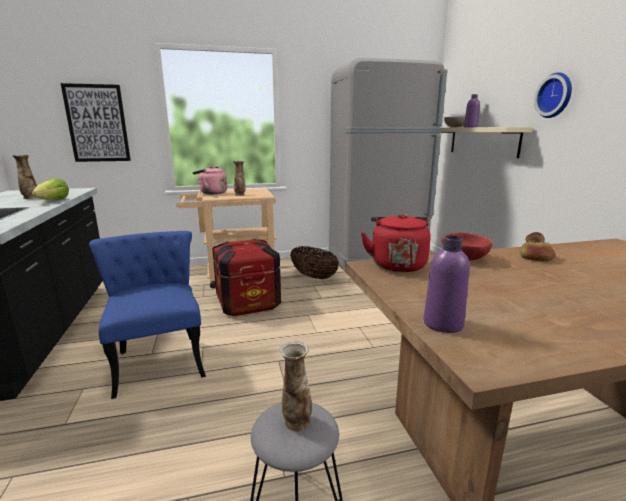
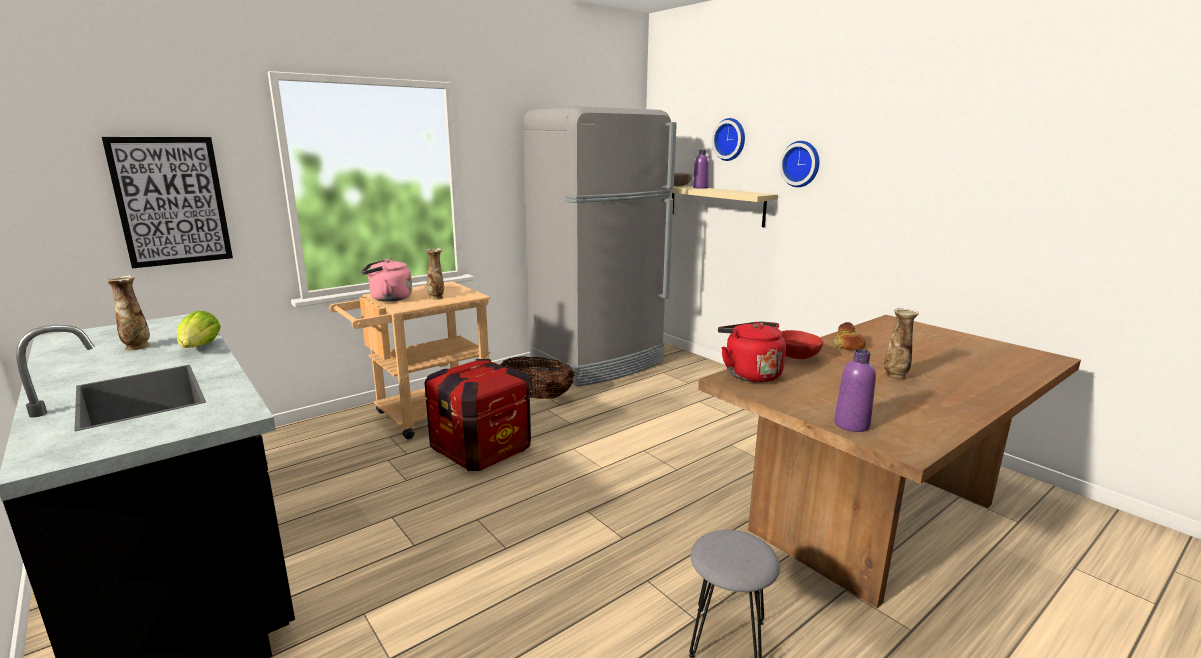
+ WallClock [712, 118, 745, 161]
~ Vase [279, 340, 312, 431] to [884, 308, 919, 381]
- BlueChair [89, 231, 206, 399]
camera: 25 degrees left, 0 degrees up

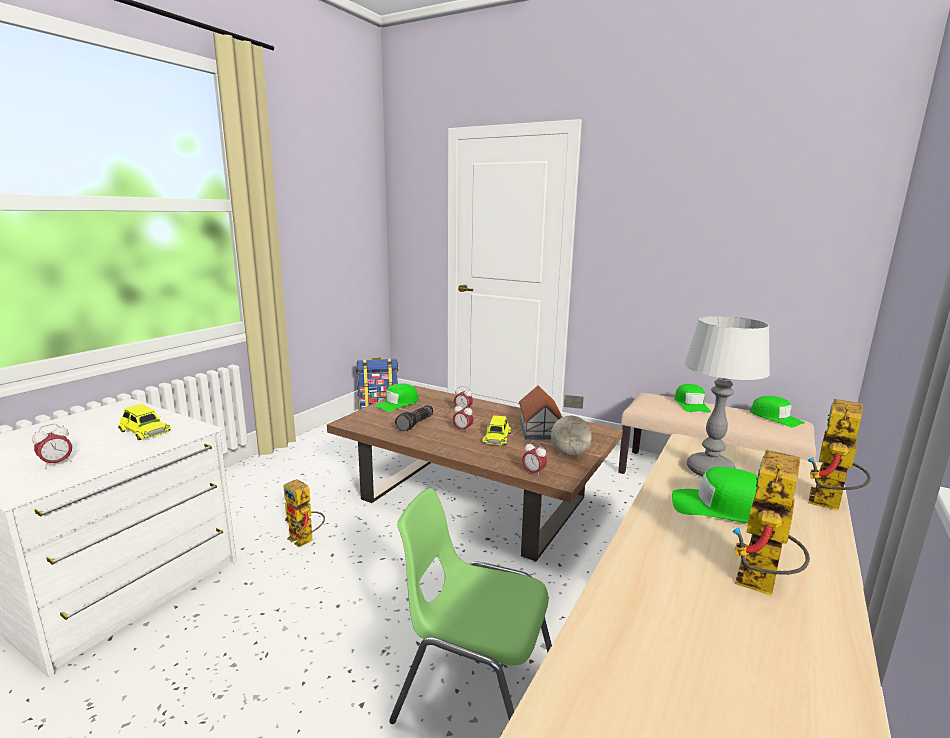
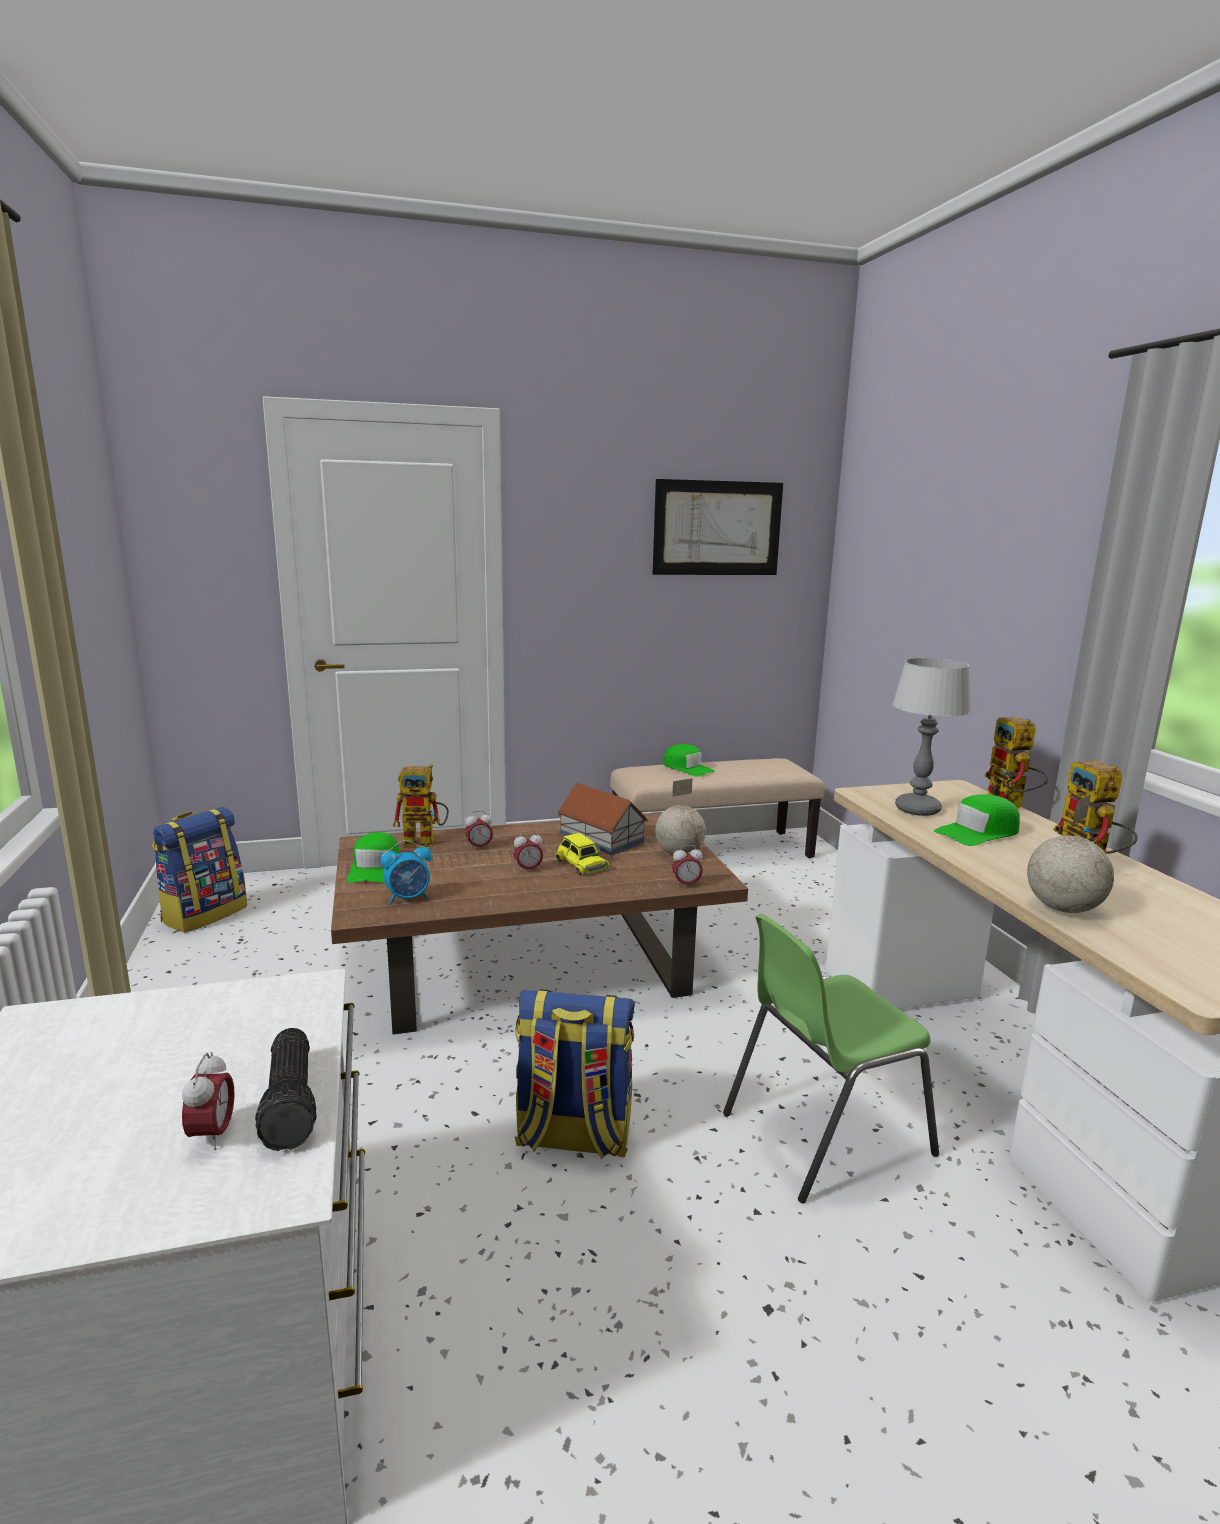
~ Flashlight [395, 405, 433, 431] to [255, 1028, 317, 1151]
+ AlarmClock [380, 840, 432, 905]
~ ToyRobot [283, 479, 325, 548] to [392, 764, 449, 847]
+ Backpack [515, 989, 635, 1159]
+ Picture [652, 479, 783, 575]
+ Globe [1027, 794, 1114, 913]
- YellowToyCar [118, 404, 171, 440]
- GreenCap [750, 396, 805, 427]
camera: 45 degrees left, 0 degrees up

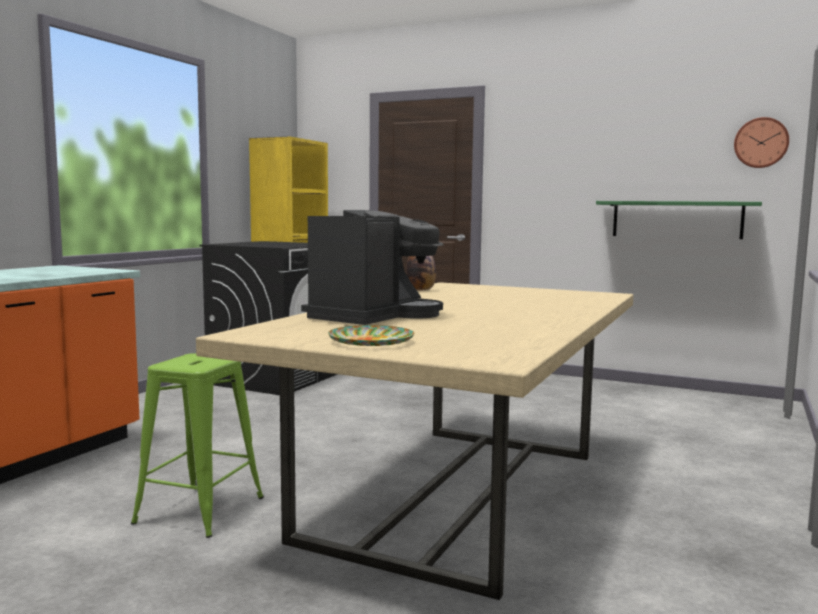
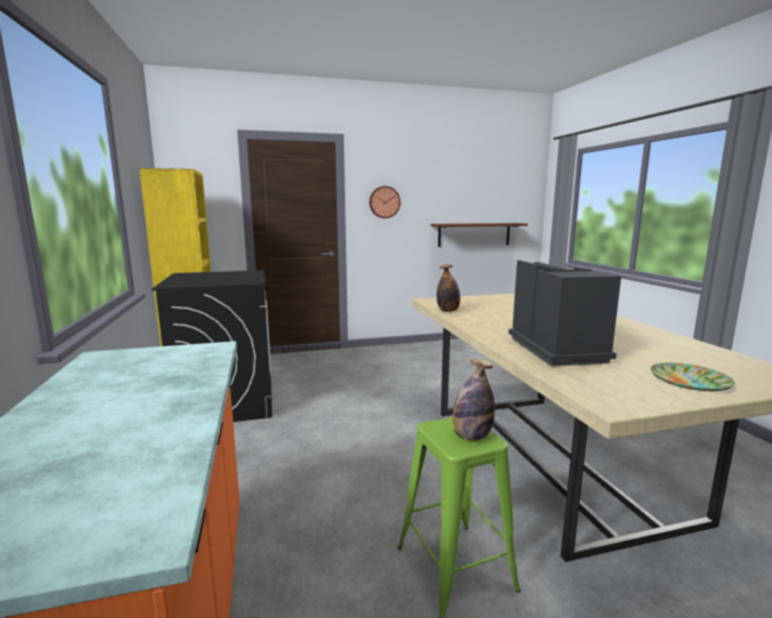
~ WallClock [734, 117, 789, 168] to [369, 186, 401, 218]
~ GreenShelf [596, 201, 762, 239] to BrownShelf [431, 223, 528, 247]
+ Bottle [453, 359, 495, 440]
camera: 40 degrees left, 5 degrees up

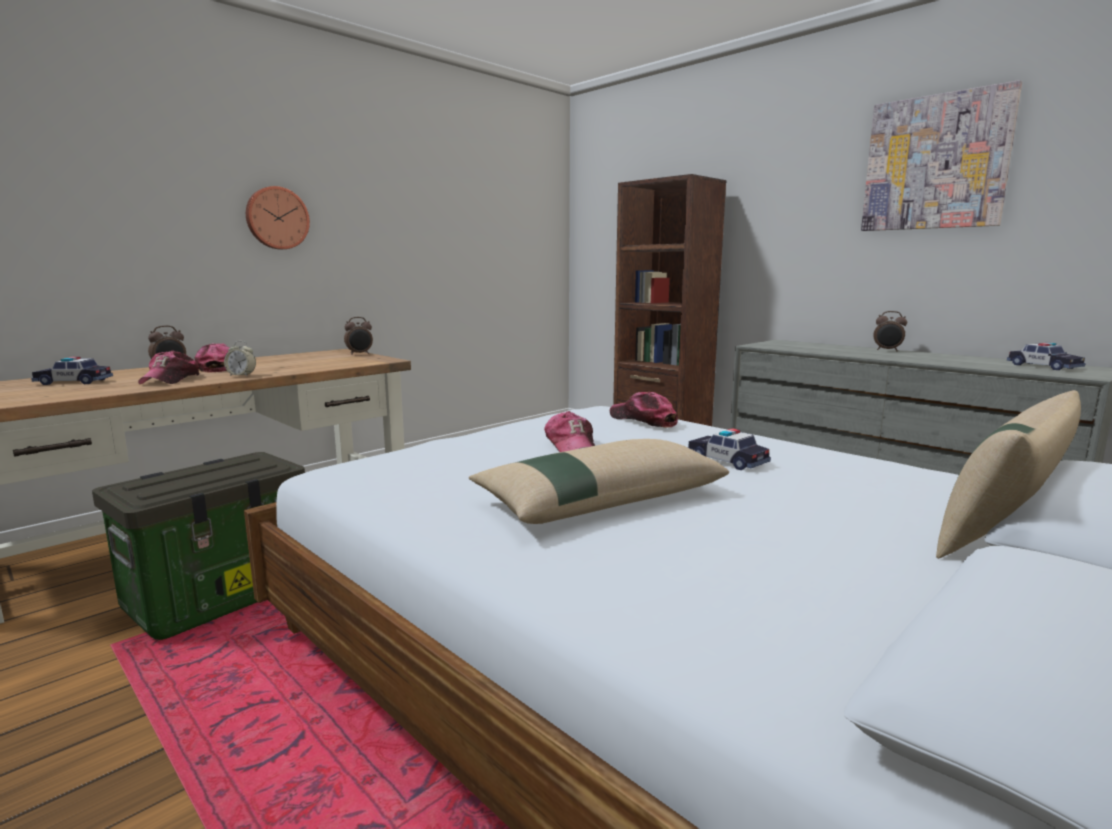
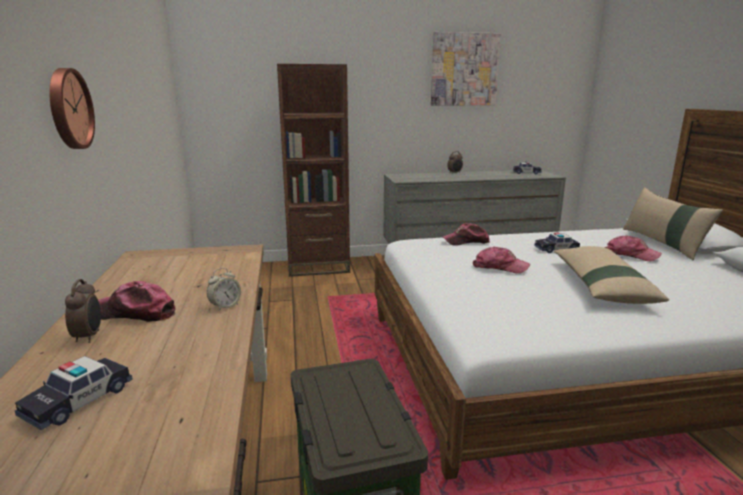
~ Cap [138, 350, 199, 384] to [604, 235, 662, 261]
- AlarmClock [344, 317, 373, 355]
camera: 55 degrees left, 5 degrees up

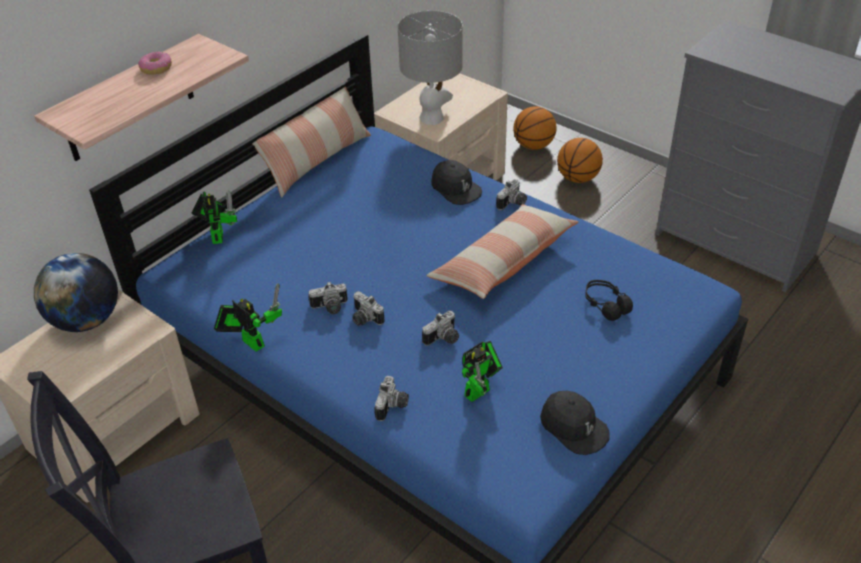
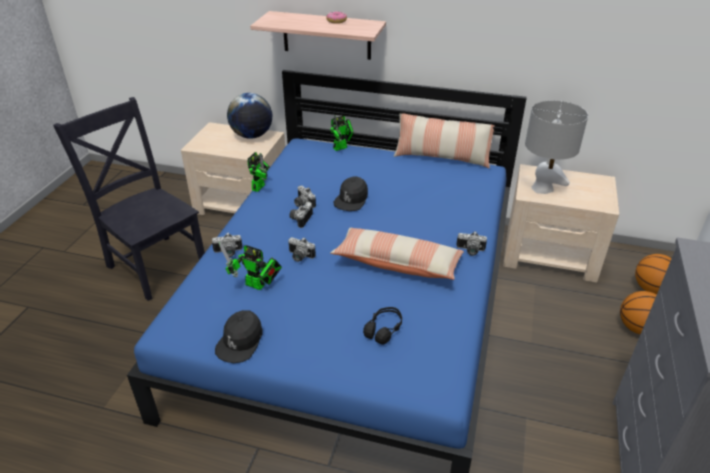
~ BlackCap [431, 160, 482, 205] to [333, 177, 368, 211]
camera: 65 degrees right, 5 degrees down

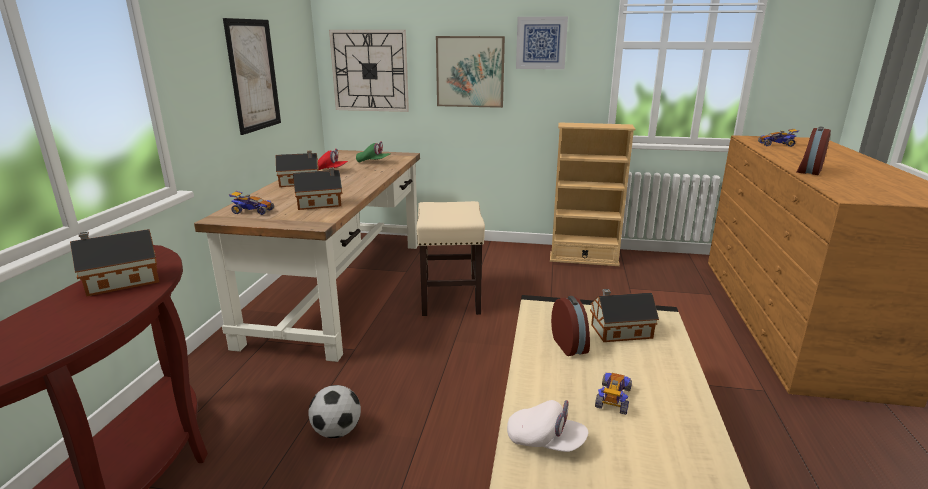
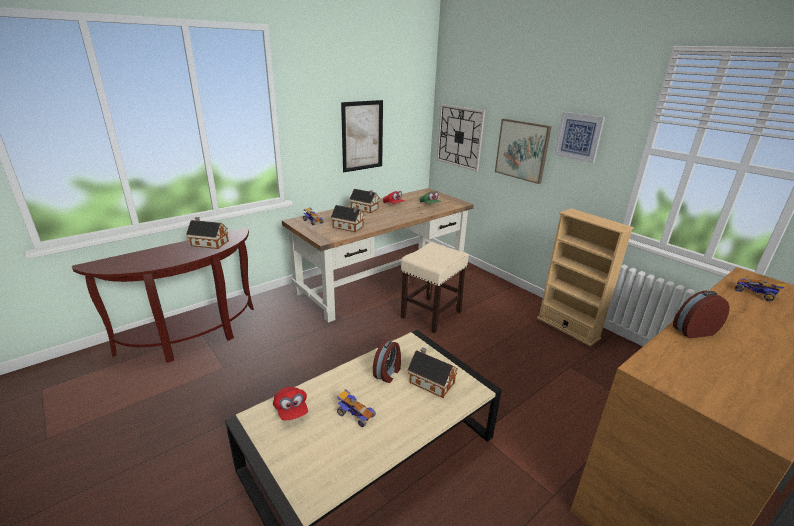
~ WhiteCap [507, 400, 588, 452] to RedCap [273, 387, 308, 420]
~ ToyCar [595, 373, 632, 415] = [337, 389, 376, 427] 60 degrees clockwise
- Football [308, 385, 361, 438]
camera: 40 degrees right, 5 degrees up

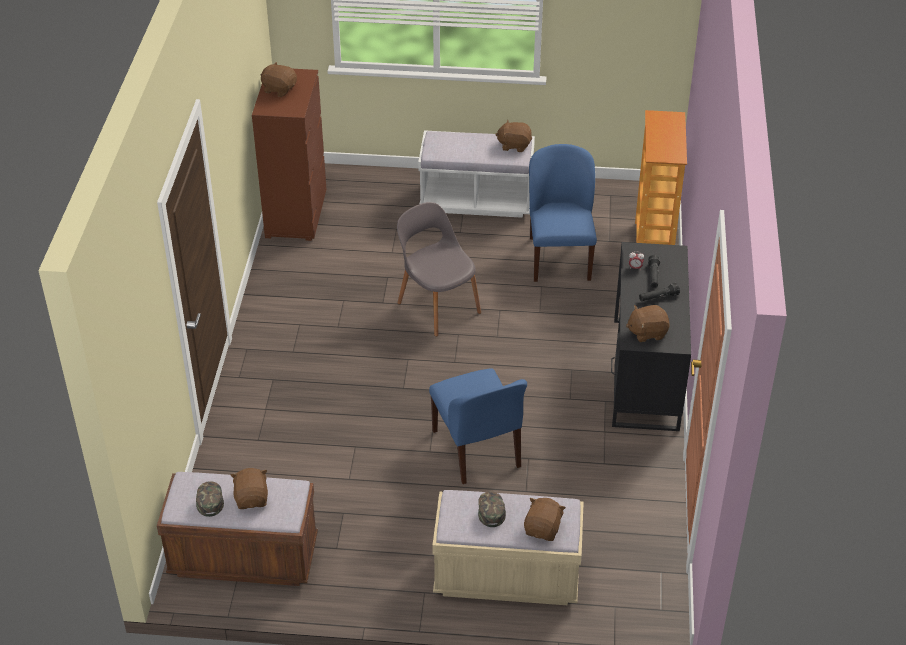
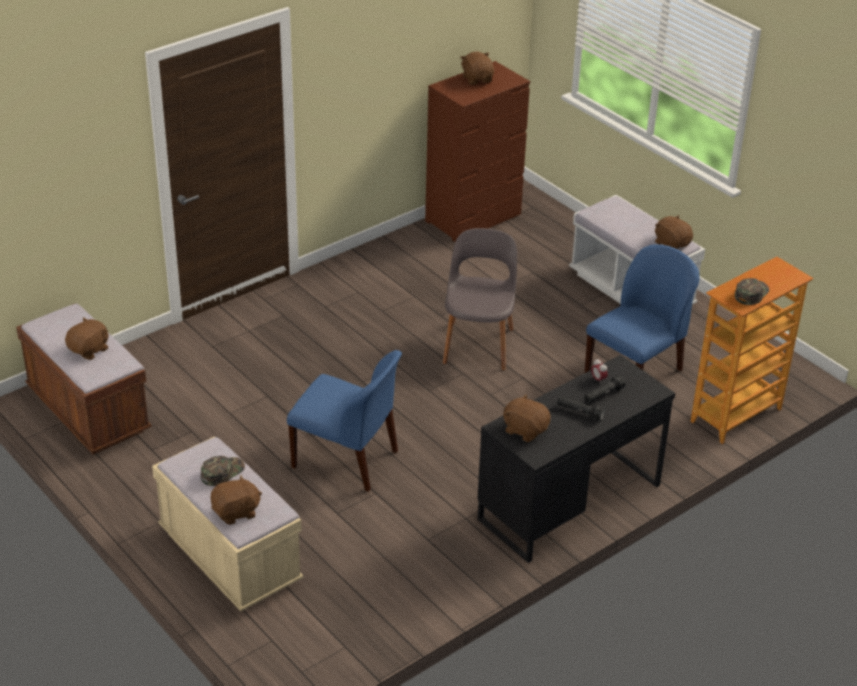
~ BlueChair [429, 368, 527, 484] = [287, 350, 402, 492] 90 degrees counterclockwise
~ GreenCap [196, 481, 224, 517] to [735, 278, 769, 305]
camera: 45 degrees right, 5 degrees down

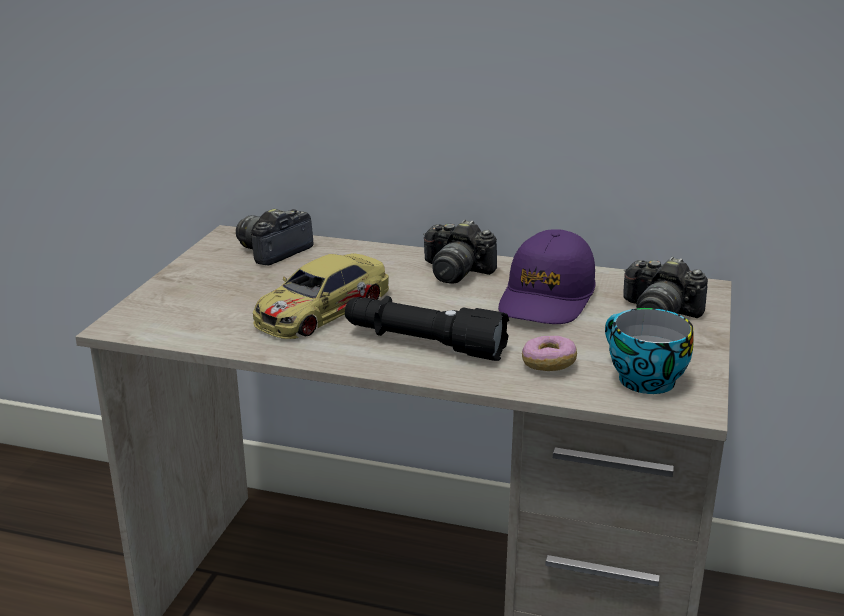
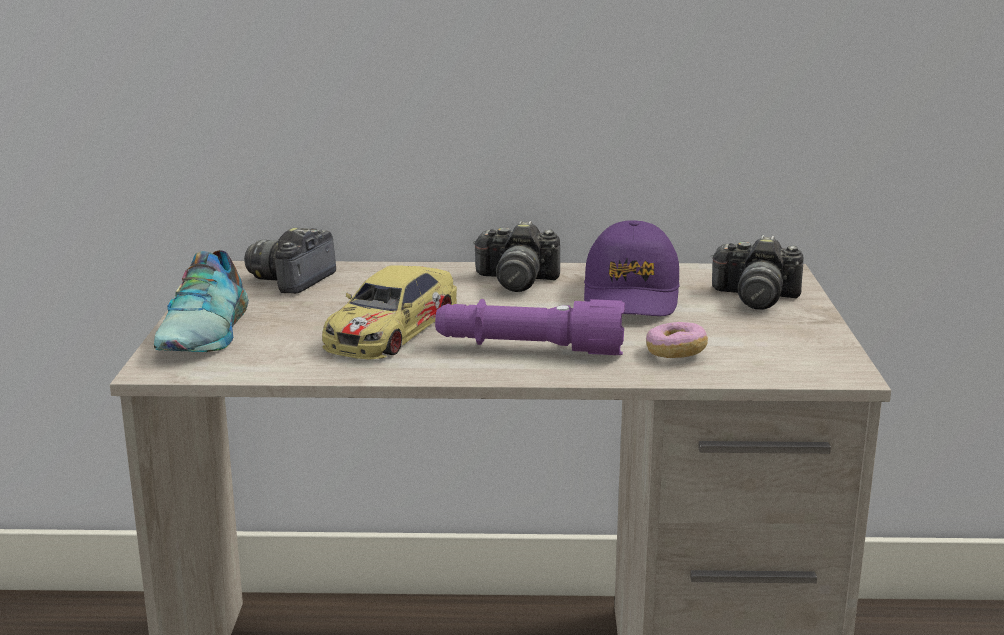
+ Shoe [154, 250, 249, 352]
~ BlackFlashlight [345, 296, 509, 361] to PurpleFlashlight [435, 299, 625, 355]
- Cup [605, 308, 694, 394]
camera: 15 degrees left, 5 degrees down

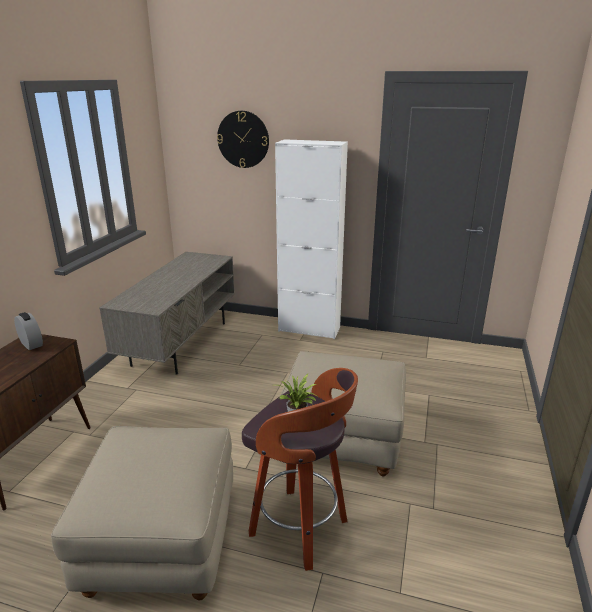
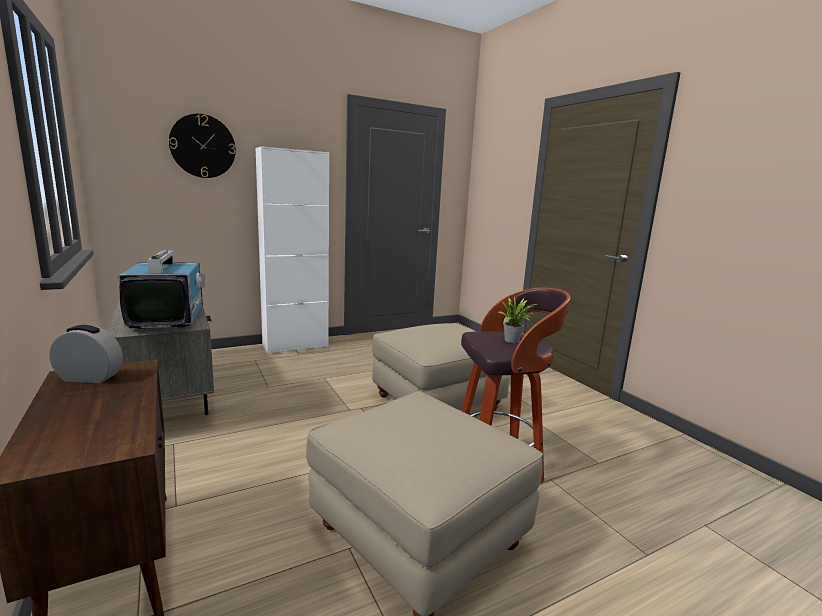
+ Television [118, 249, 205, 329]
camera: 45 degrees left, 10 degrees down

